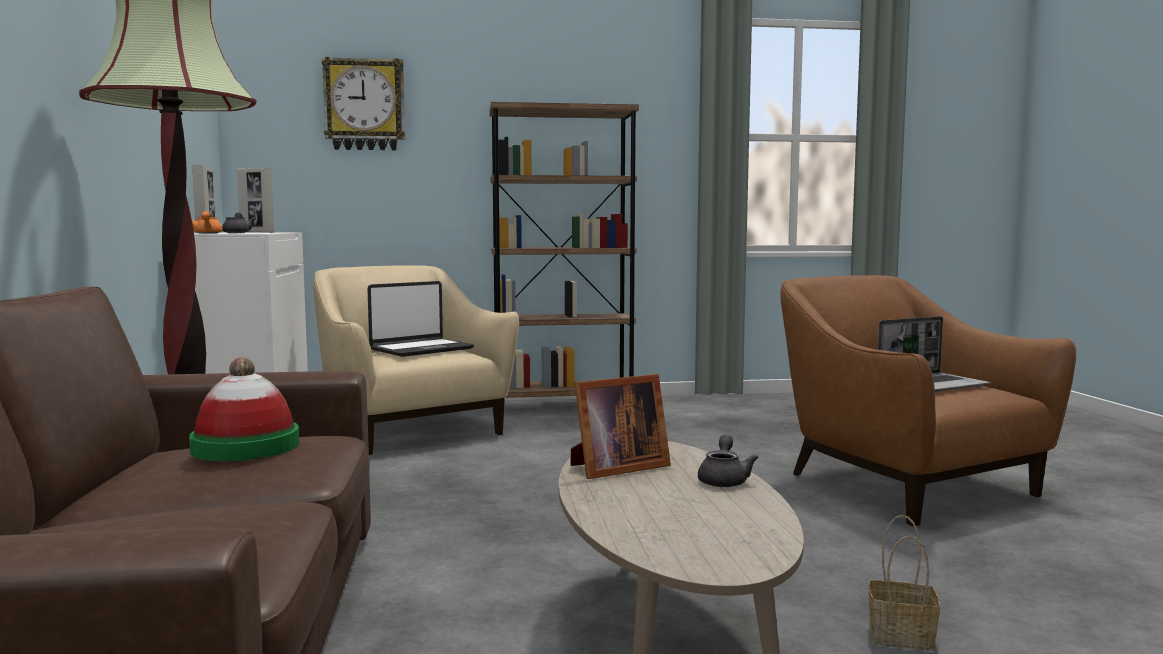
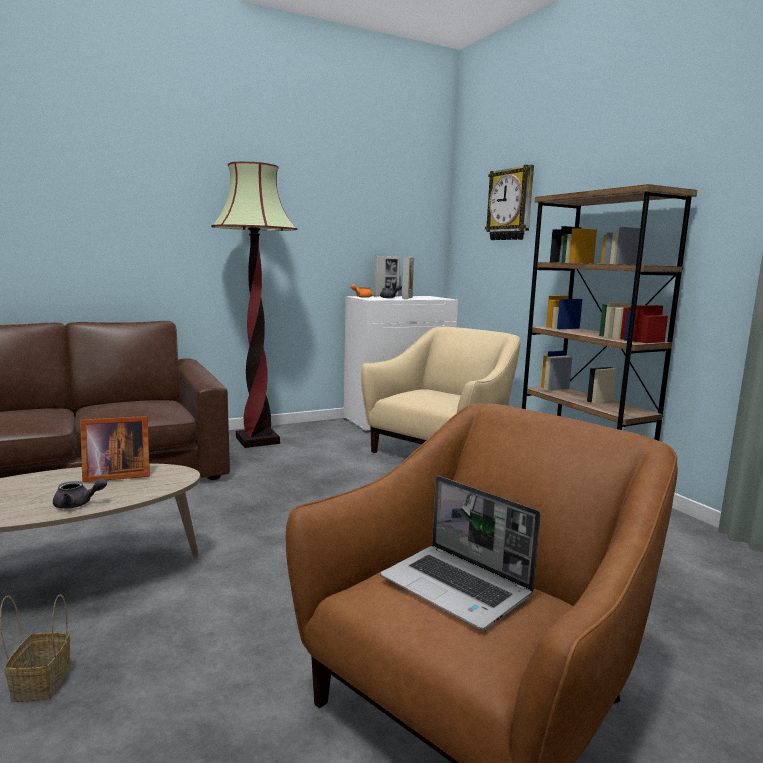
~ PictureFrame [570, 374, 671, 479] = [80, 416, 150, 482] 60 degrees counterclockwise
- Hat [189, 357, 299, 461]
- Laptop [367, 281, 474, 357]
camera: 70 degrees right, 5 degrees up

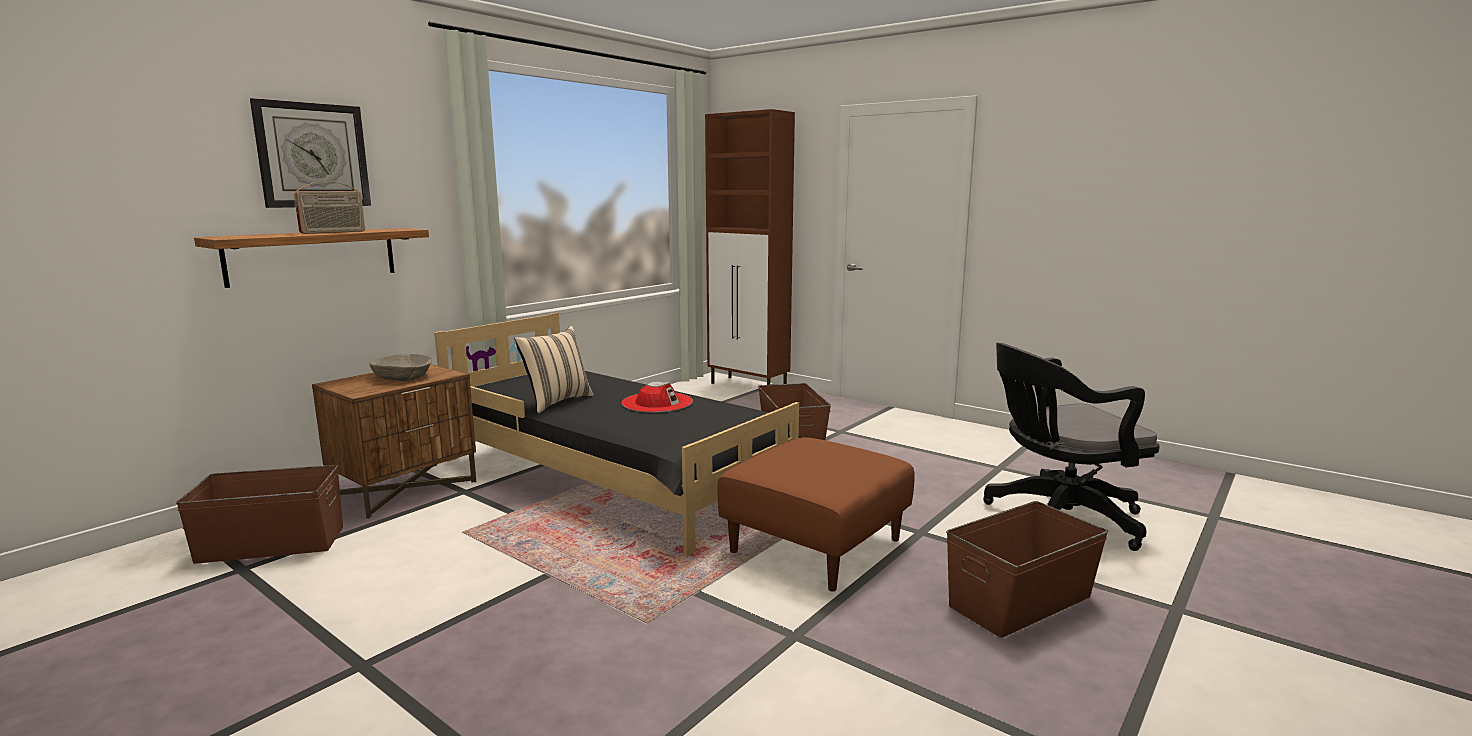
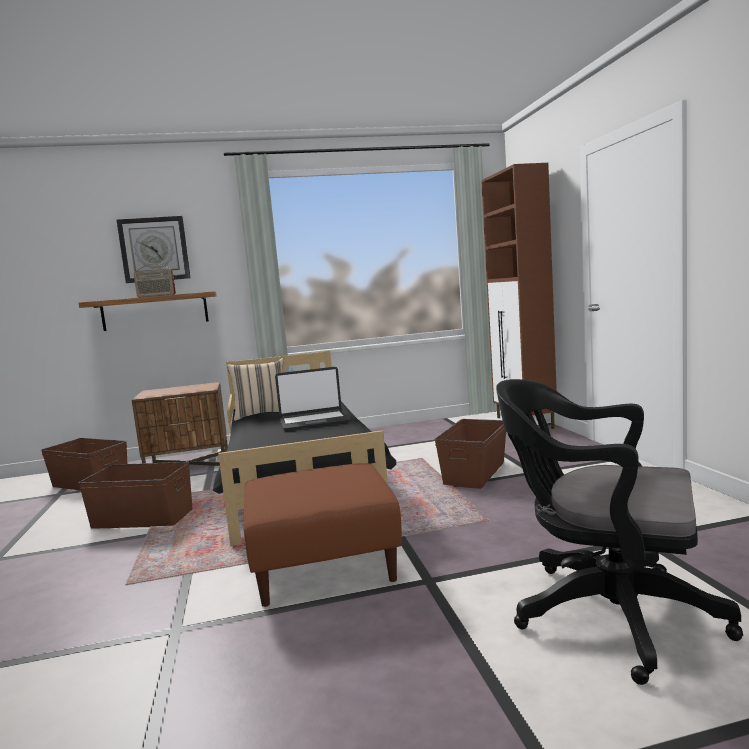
~ BrownStorageBox [946, 501, 1109, 638] to [78, 462, 193, 529]
~ RedHat [622, 382, 693, 413] to Laptop [275, 367, 350, 431]
- BeigeBowl [369, 354, 432, 381]
camera: 40 degrees right, 5 degrees down

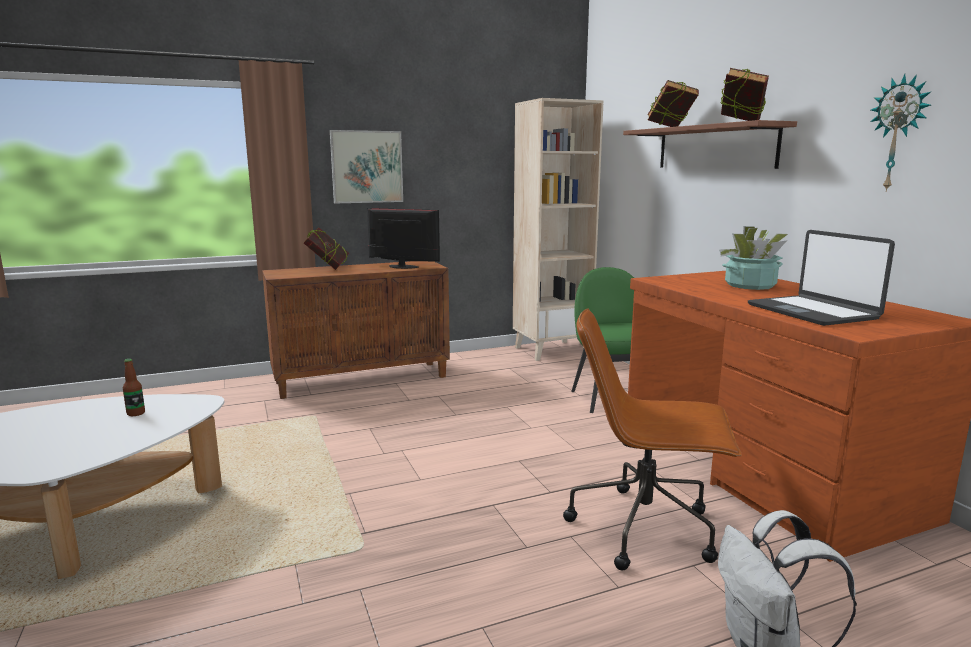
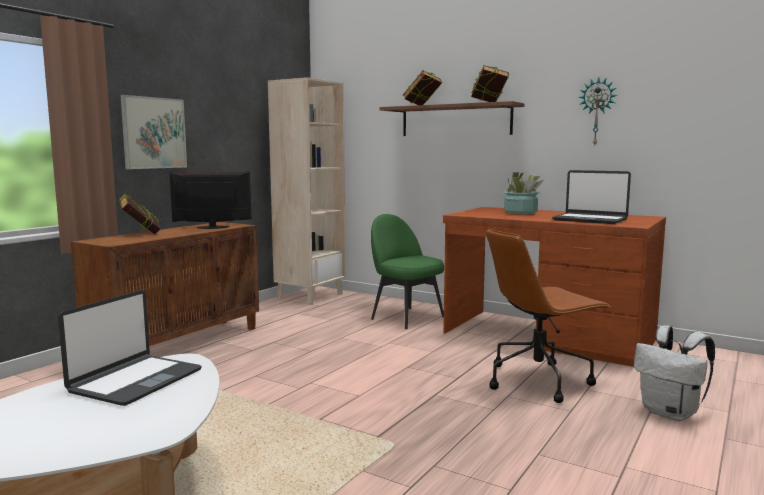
~ Bottle [123, 359, 145, 416] to Laptop [58, 290, 202, 406]
camera: 35 degrees left, 5 degrees down

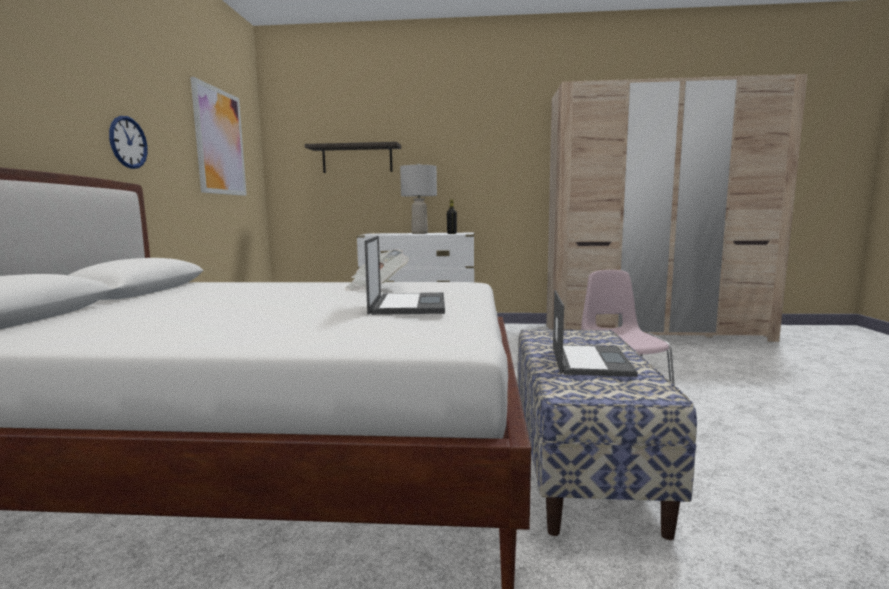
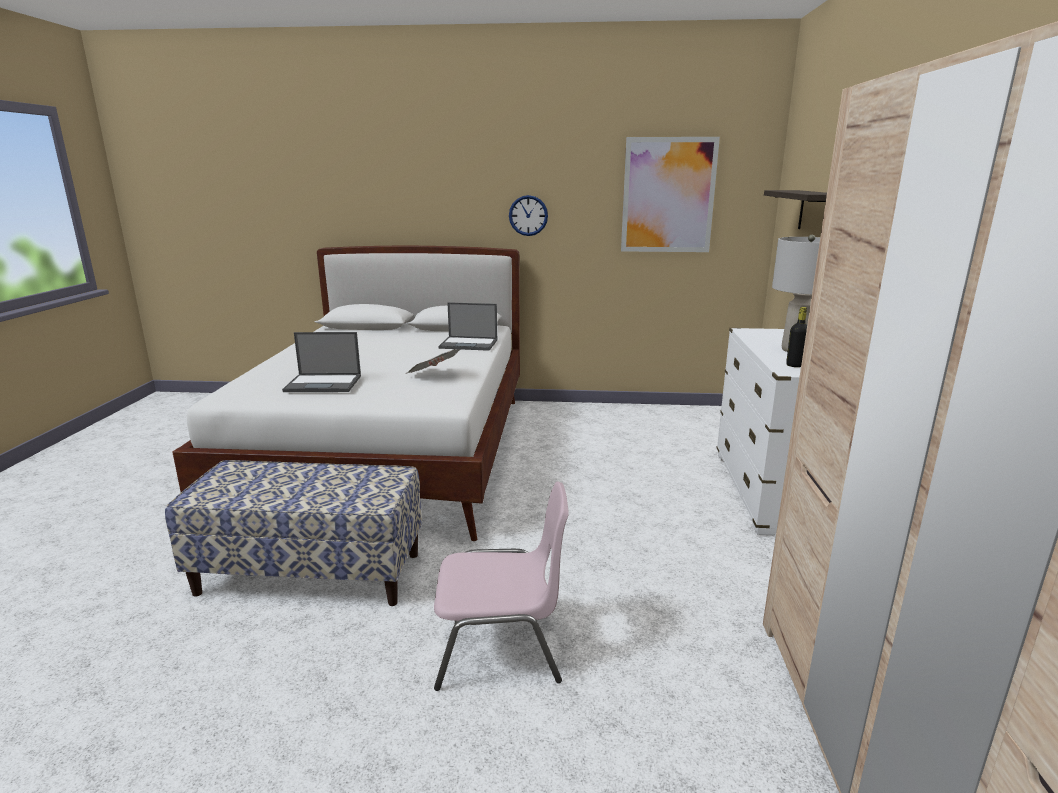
~ Laptop [553, 290, 638, 377] to [439, 302, 497, 351]
camera: 90 degrees right, 10 degrees up

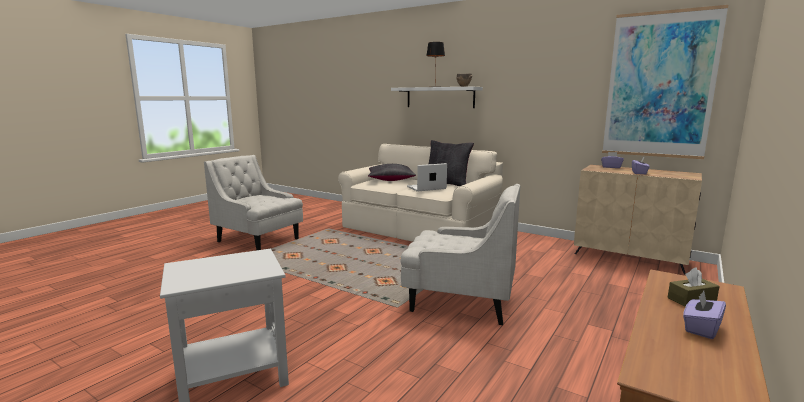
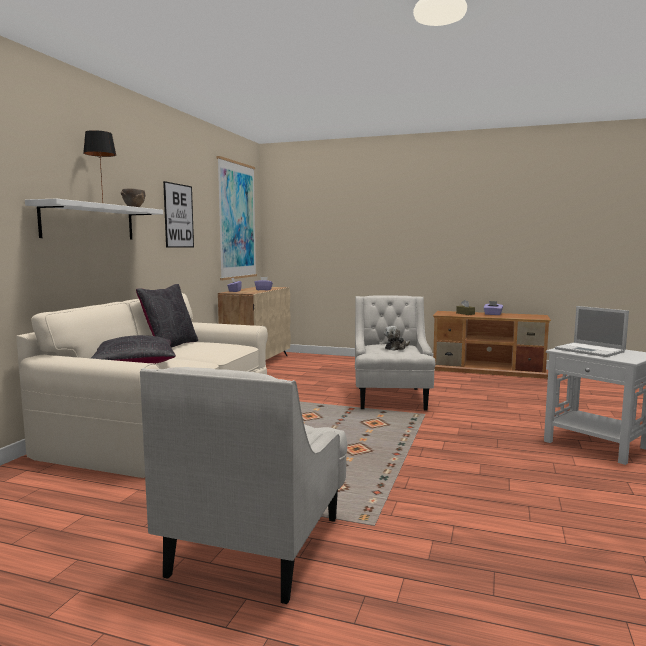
+ Picture [163, 181, 194, 248]
+ PlushToy [384, 326, 410, 351]
~ Laptop [407, 163, 447, 192] to [555, 306, 629, 357]
camera: 105 degrees left, 5 degrees down

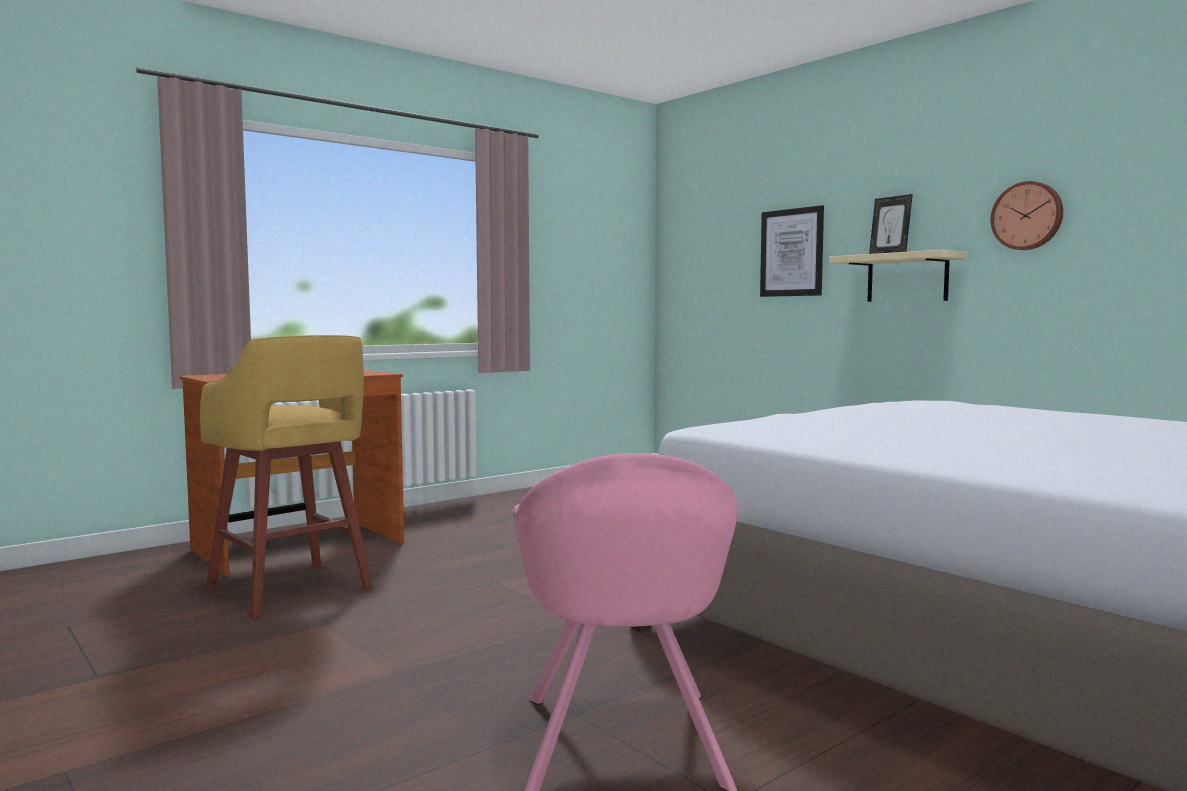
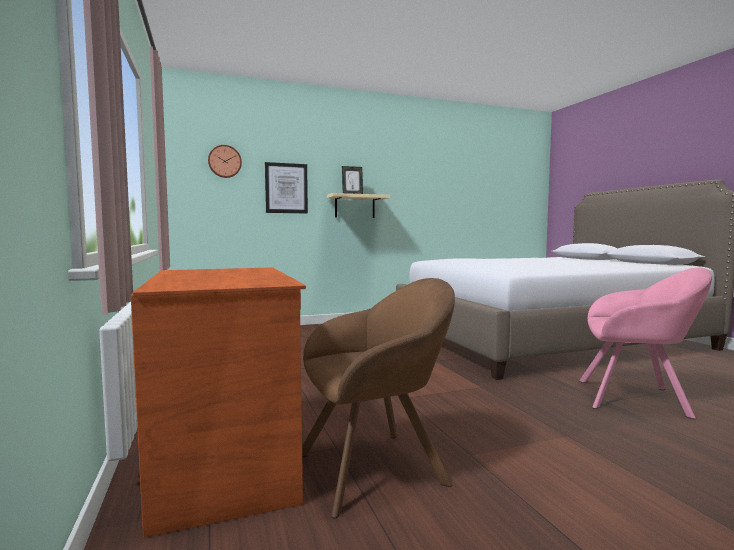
~ WallClock [990, 181, 1063, 250] to [208, 145, 242, 178]
~ YellowStool [200, 335, 373, 619] to BrownArmchair [302, 278, 455, 518]
camera: 70 degrees left, 0 degrees up

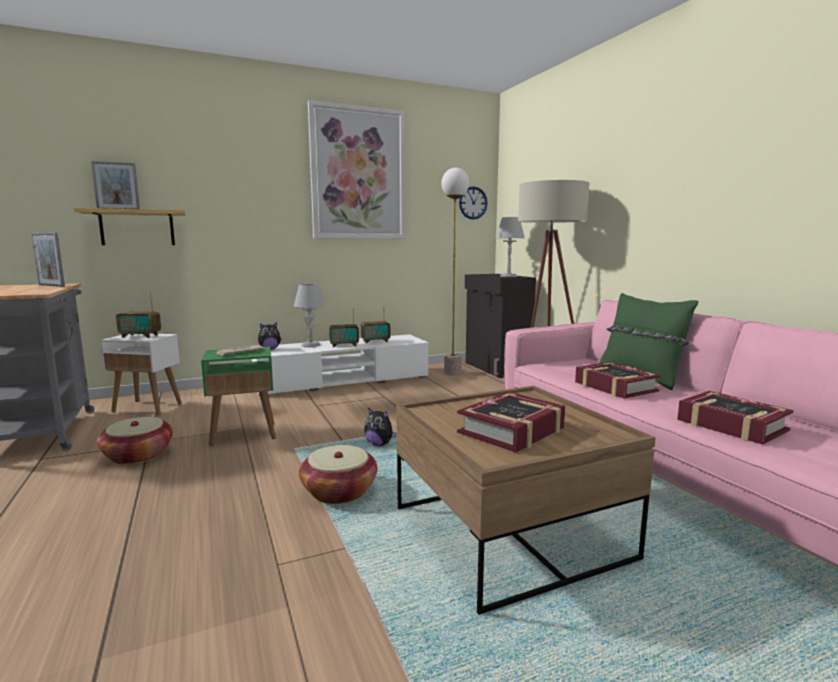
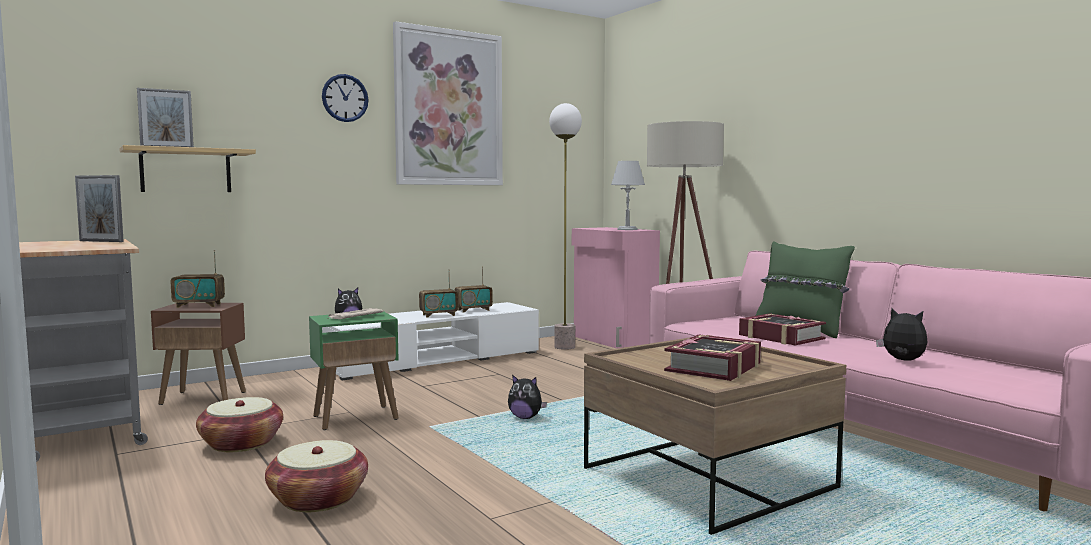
~ WhiteSideTable [100, 333, 182, 415] to BrownSideTable [151, 303, 246, 405]
~ Basket [299, 445, 377, 504] to [265, 440, 368, 512]
~ WallClock [459, 186, 488, 220] to [322, 74, 369, 122]
~ BlackCabinet [465, 274, 536, 378] to PinkCabinet [572, 227, 660, 348]
~ Book [677, 391, 793, 445] to PlushToy [876, 308, 928, 360]
- GreyTableLamp [294, 284, 325, 347]
camera: 10 degrees left, 5 degrees down

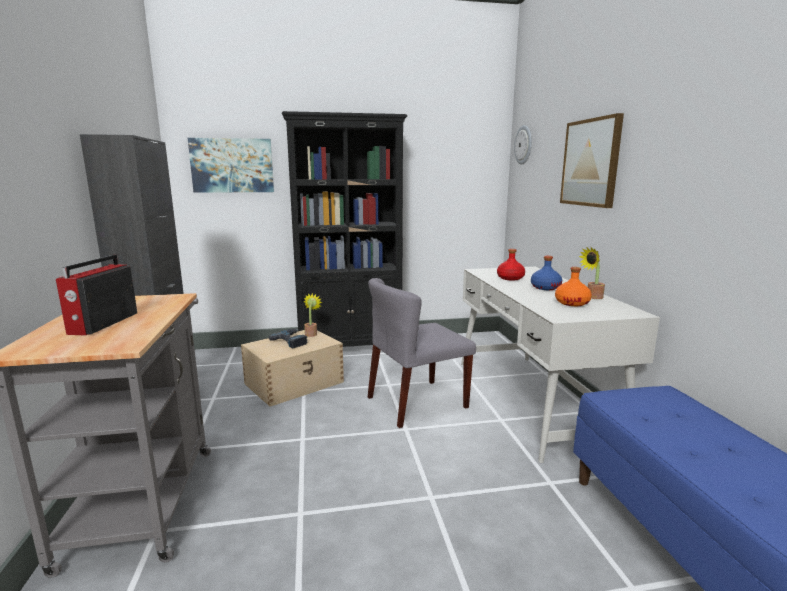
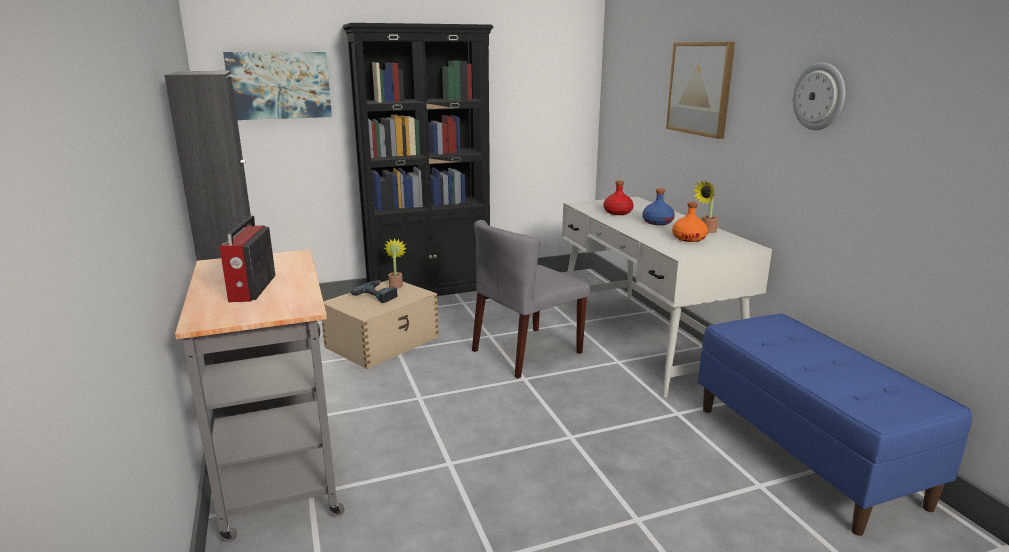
~ WallClock [514, 125, 532, 165] to [793, 62, 845, 130]
camera: 10 degrees left, 5 degrees up

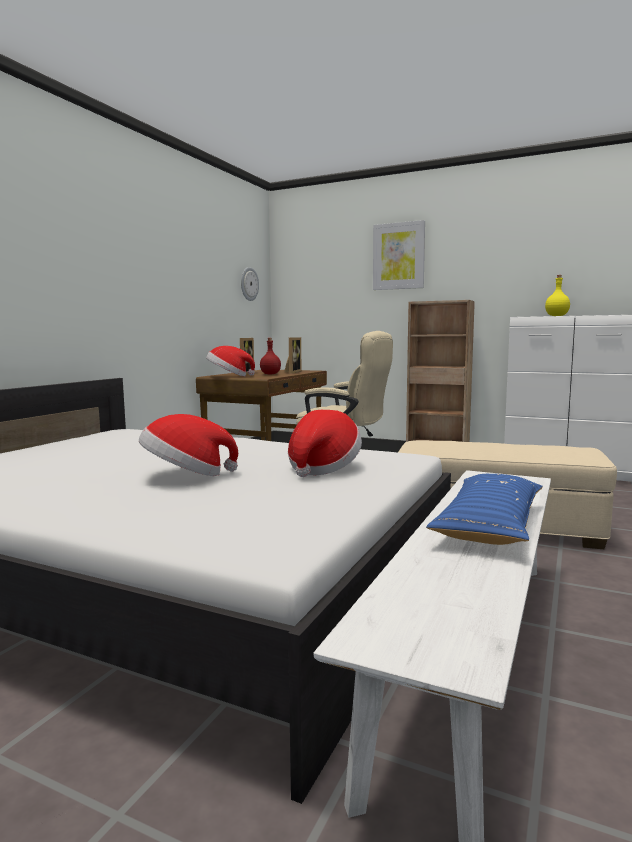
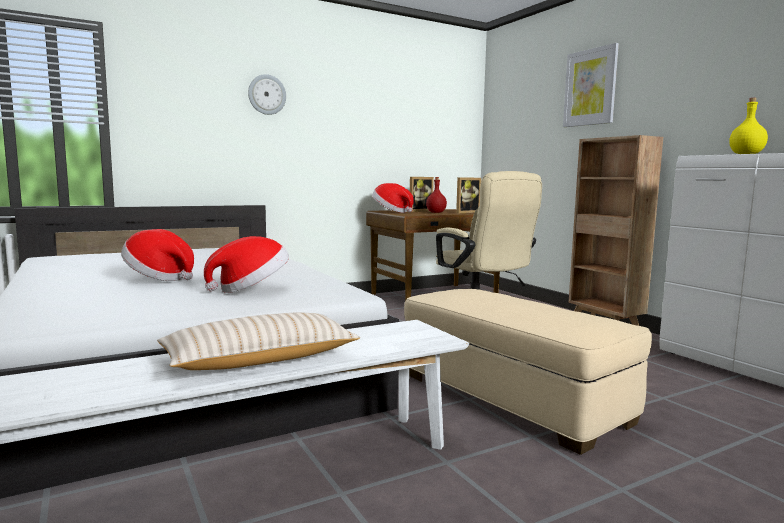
~ BluePillow [426, 474, 543, 545] to BeigePillow [157, 312, 360, 370]
~ WallClock [241, 267, 259, 301] to [248, 74, 286, 115]
camera: 35 degrees right, 0 degrees up

